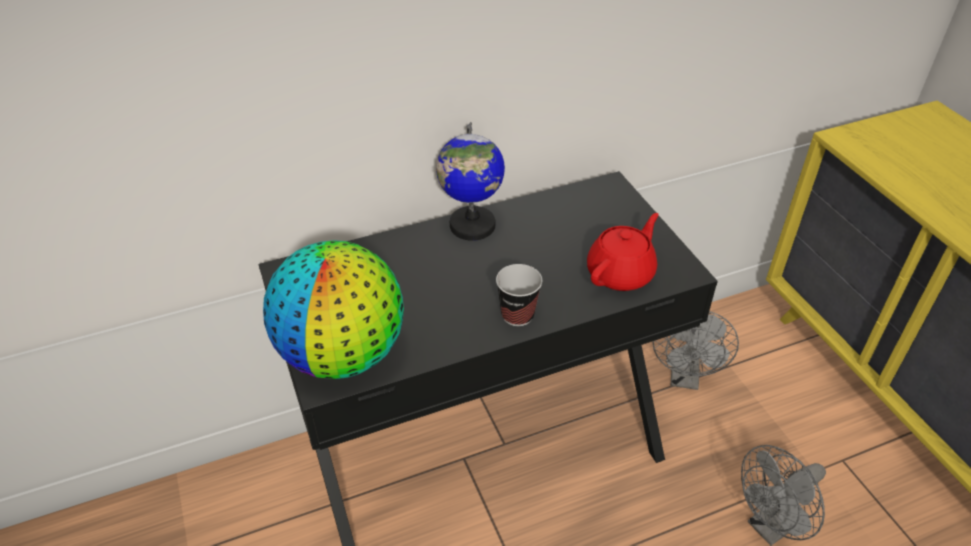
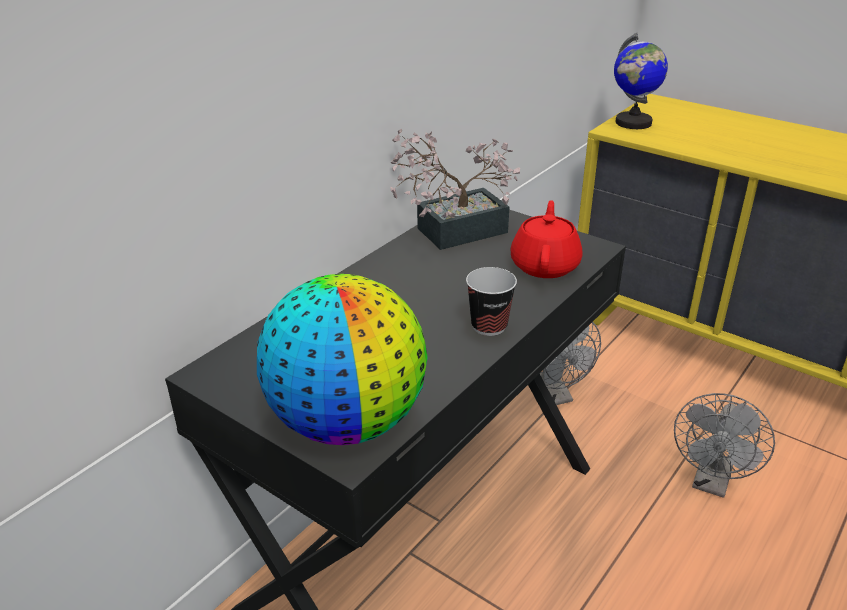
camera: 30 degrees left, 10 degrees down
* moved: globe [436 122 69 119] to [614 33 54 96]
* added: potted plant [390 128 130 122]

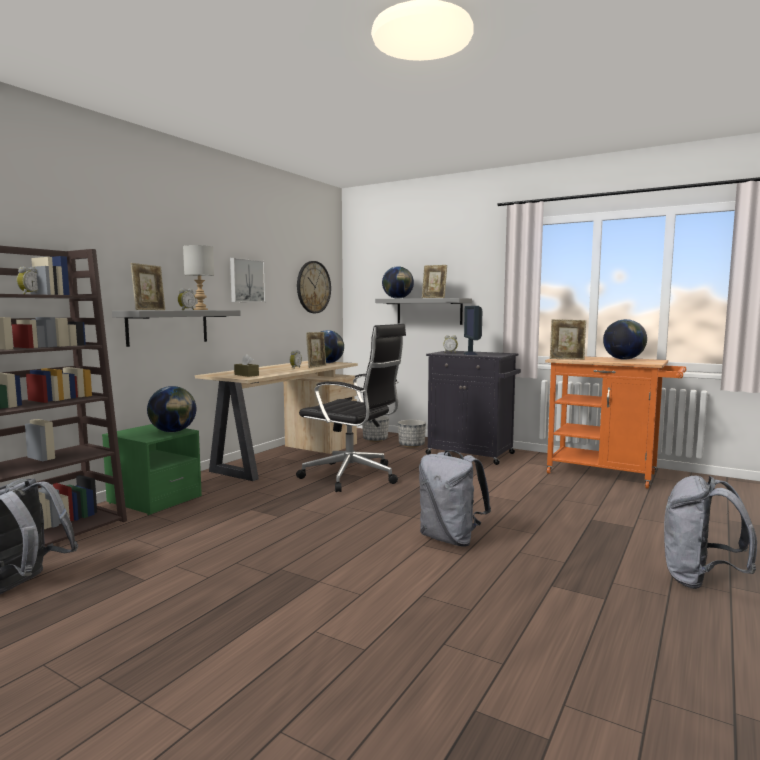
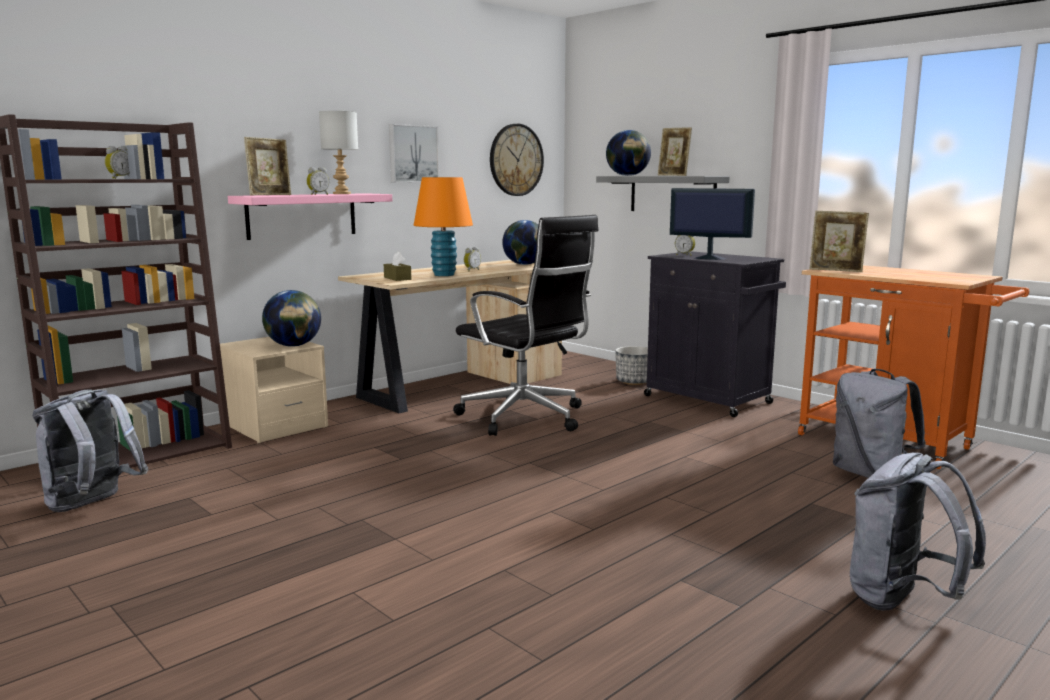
camera: 15 degrees right, 5 degrees up
* recoloured: nightstand in green [102 424 100 91] to nightstand in beige [220 337 108 106]
* recoloured: shelf in grey [112 310 129 37] to shelf in pink [228 193 164 47]
* removed: picture frame [306 332 20 36]
* removed: planter [362 416 27 26]
* moved: backpack in grey [419 450 72 97] to [833 369 93 109]
* turned: monitor [463 306 19 49] = [670 188 85 72] 105 degrees clockwise
* removed: globe [603 319 44 41]
* added: table lamp in orange [414 177 59 99]

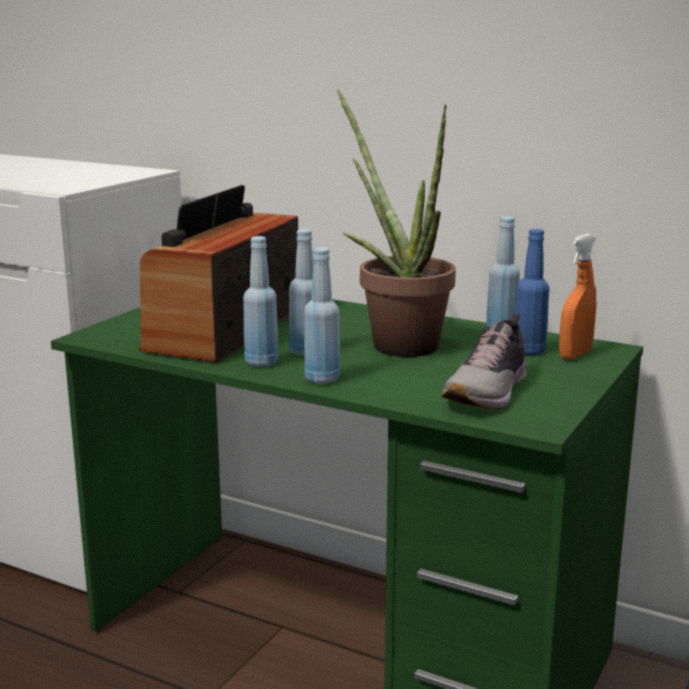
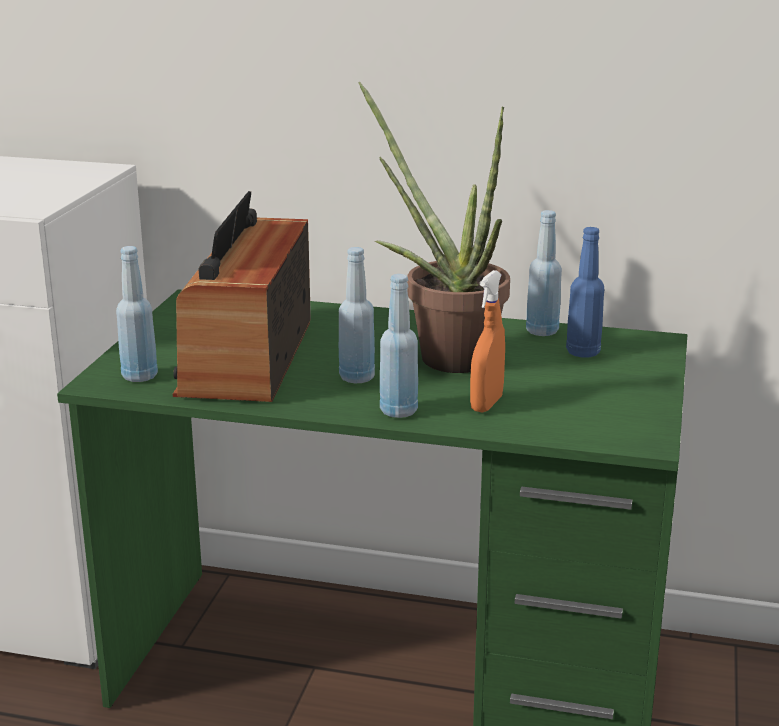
camera: 15 degrees left, 5 degrees up
* moved: bottle in blue [243 236 36 131] to [116 246 42 136]
* removed: shoe [441 314 85 96]
* moved: spray bottle in orange [559 234 37 126] to [470 270 35 143]

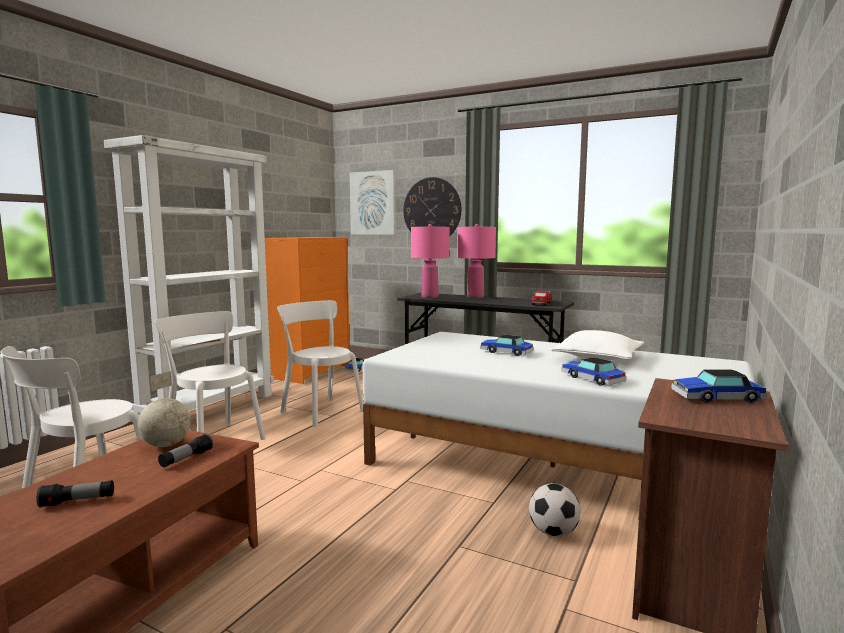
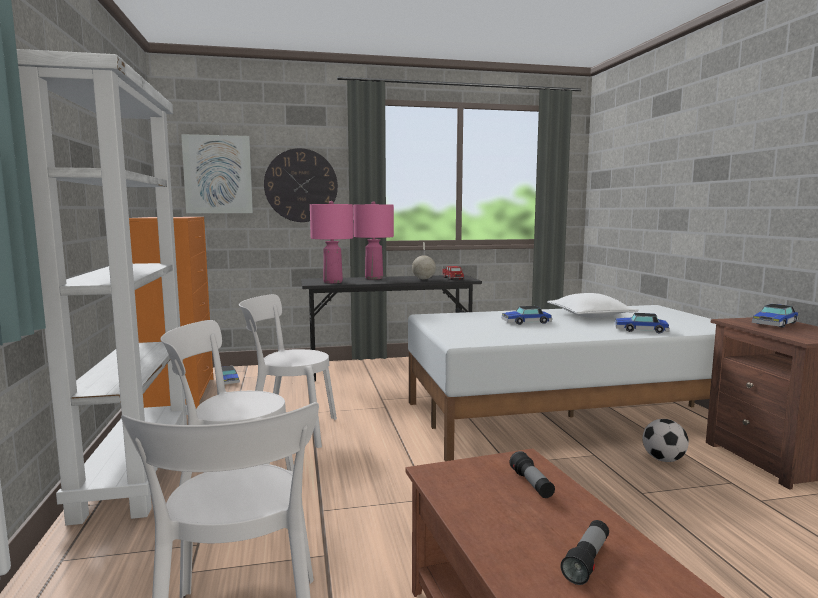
camera: 40 degrees left, 0 degrees up
* moved: globe [138 371 53 76] to [412 242 24 37]

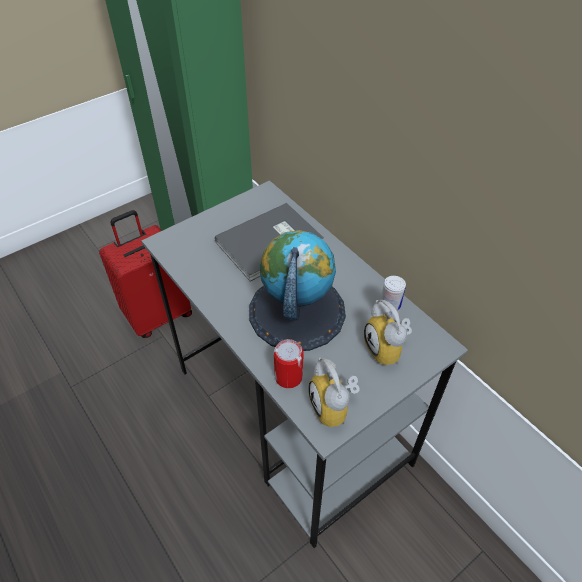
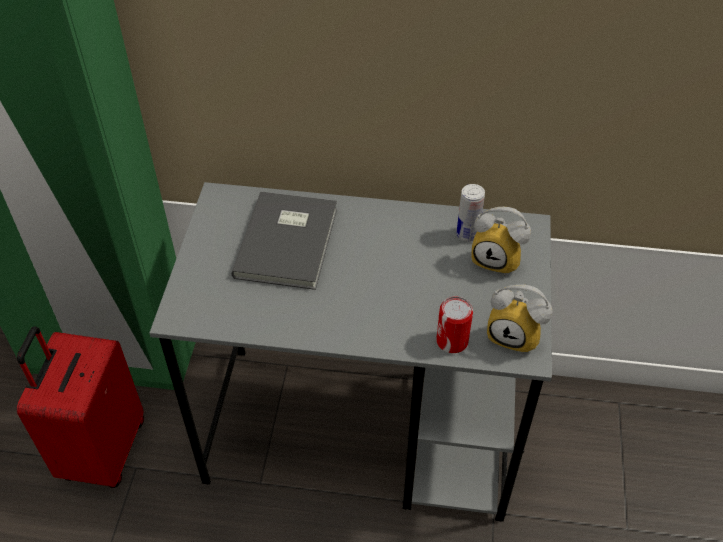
camera: 45 degrees left, 0 degrees up
* removed: globe [249 230 97 121]

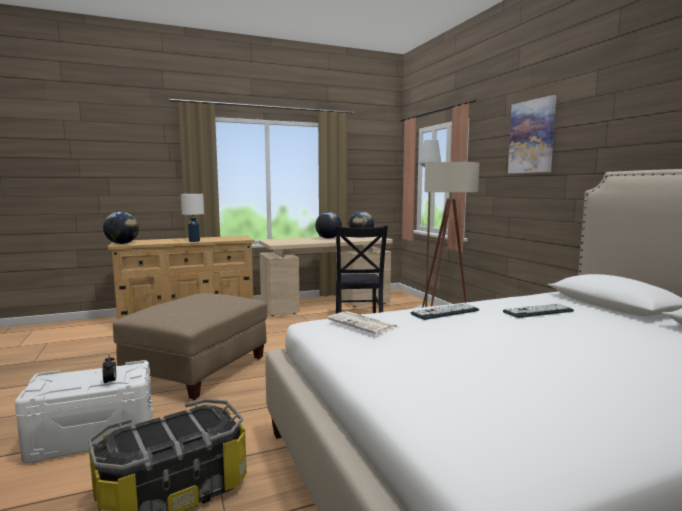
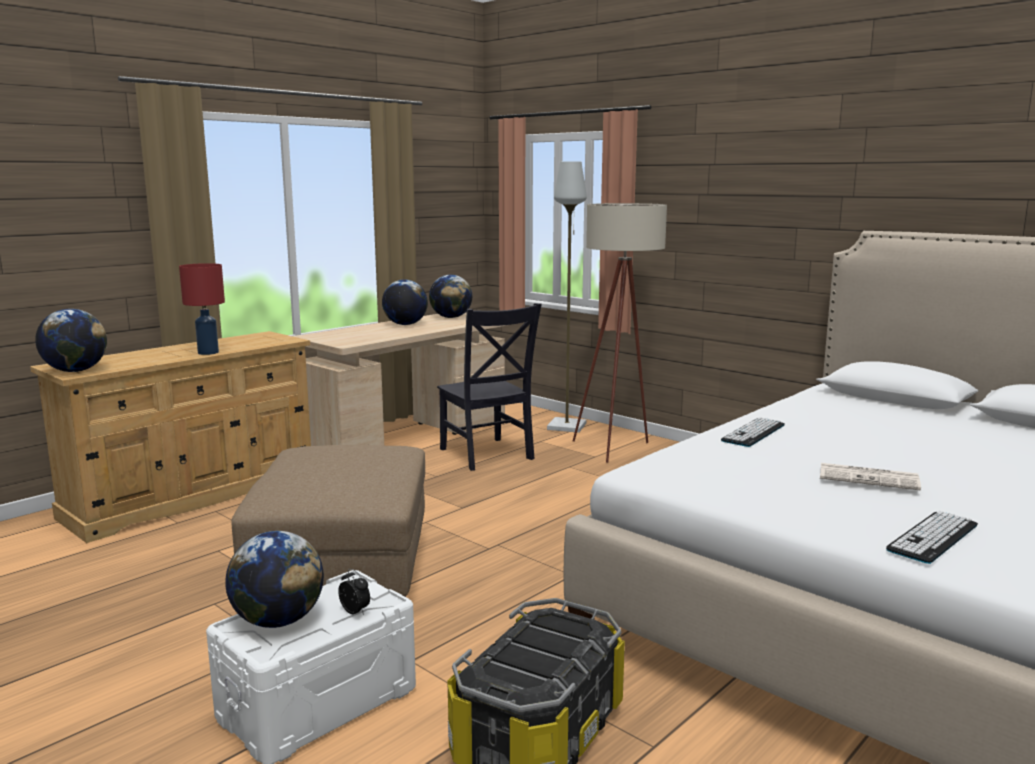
camera: 25 degrees left, 5 degrees up
* recoloured: table lamp in white [181 194 23 48] to table lamp in red [179 263 46 92]
* moved: newspaper [327 311 72 23] to [820 463 101 28]
* moved: keyboard [503 303 71 15] to [886 511 92 53]
* removed: picture [508 95 48 79]
* added: globe [225 531 99 97]

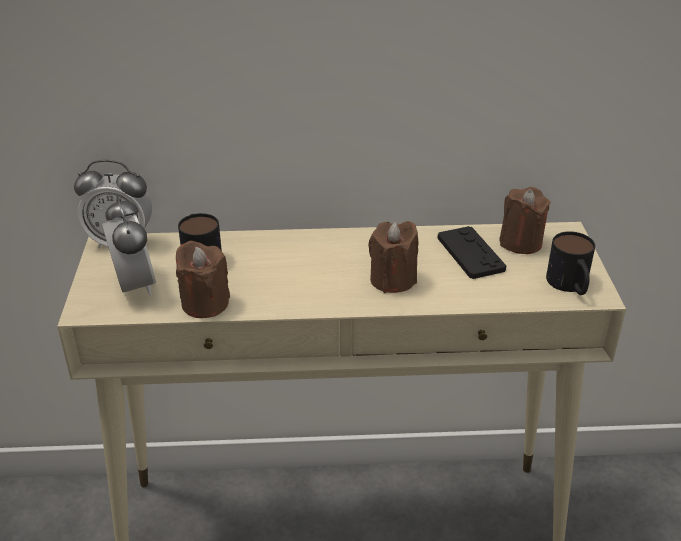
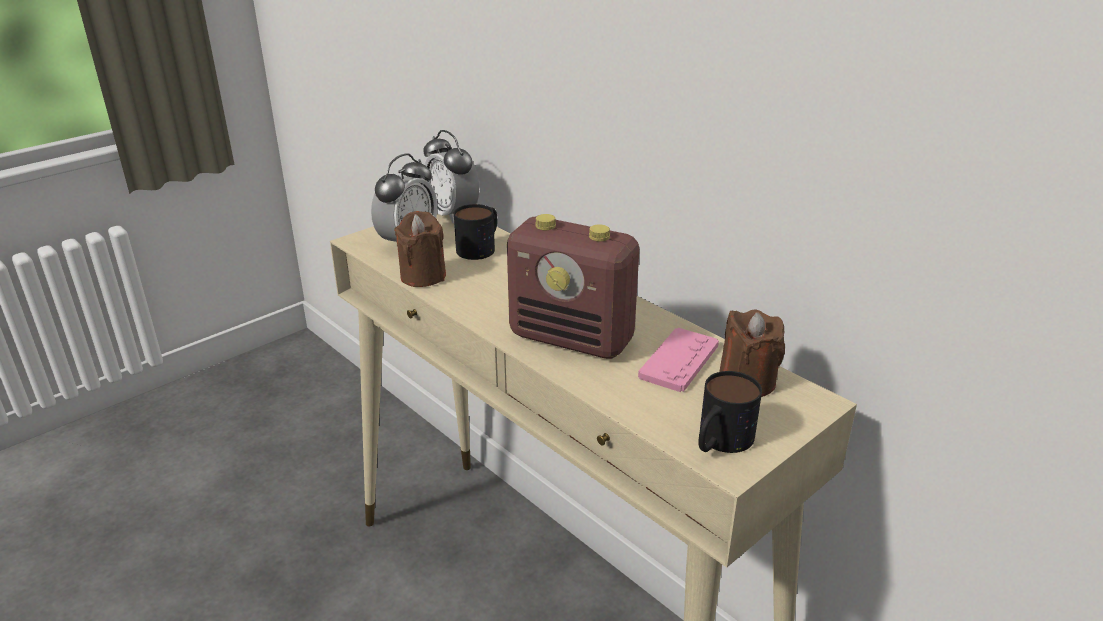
camera: 50 degrees right, 5 degrees down
* replaced: candle in brown [368 221 50 72] to radio [507 214 132 145]
* recoloured: game controller in black [437 226 69 53] to game controller in pink [638 328 81 64]

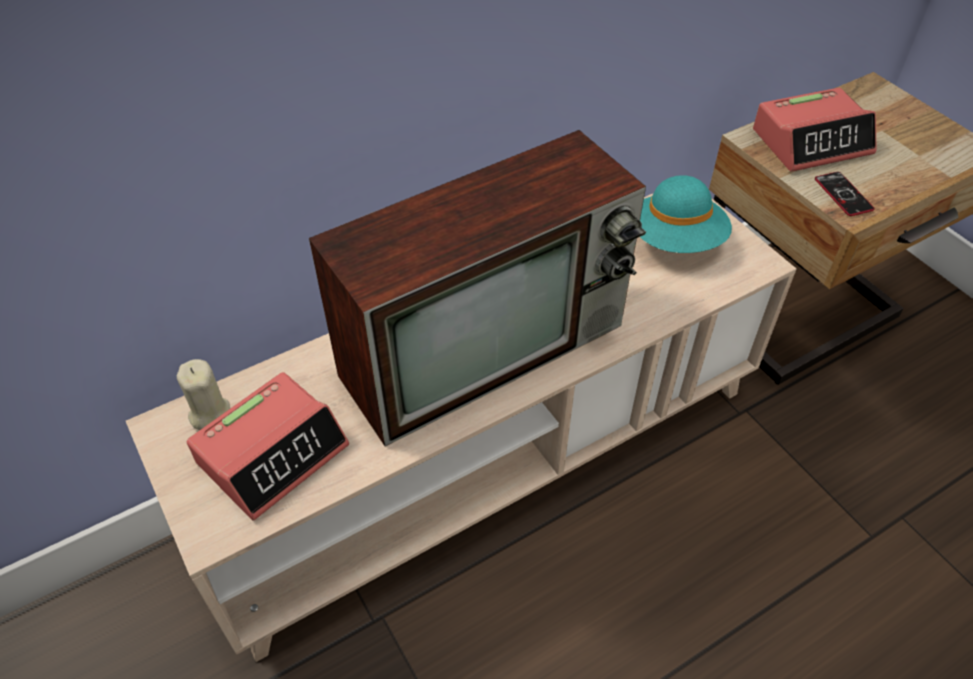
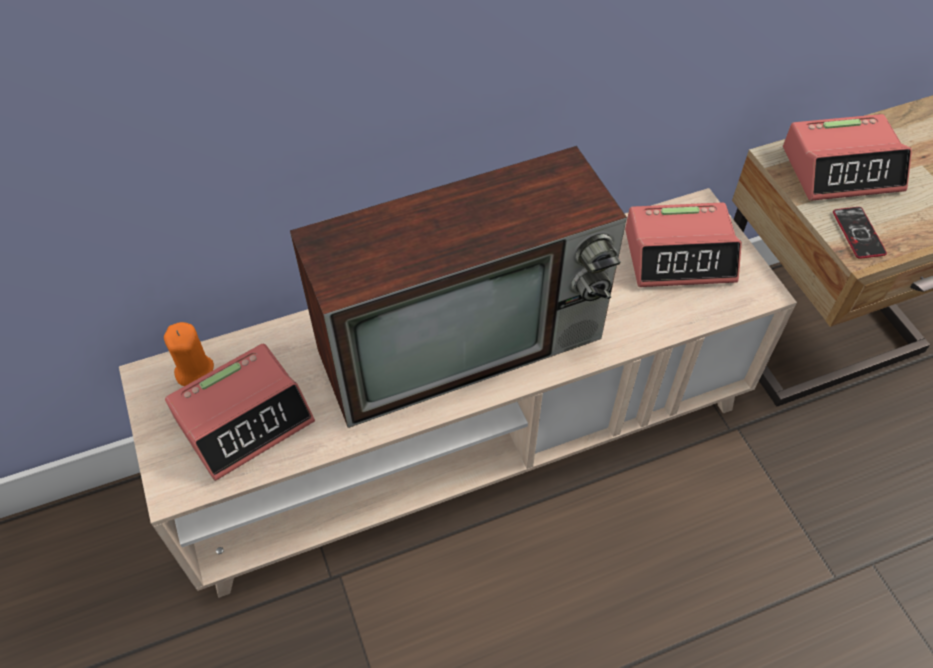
camera: 10 degrees right, 5 degrees up
* recoloured: candle in beige [177 359 53 71] to candle in orange [164 322 50 64]
* replaced: hat in turquoise [640 175 92 78] to alarm clock [625 202 117 85]

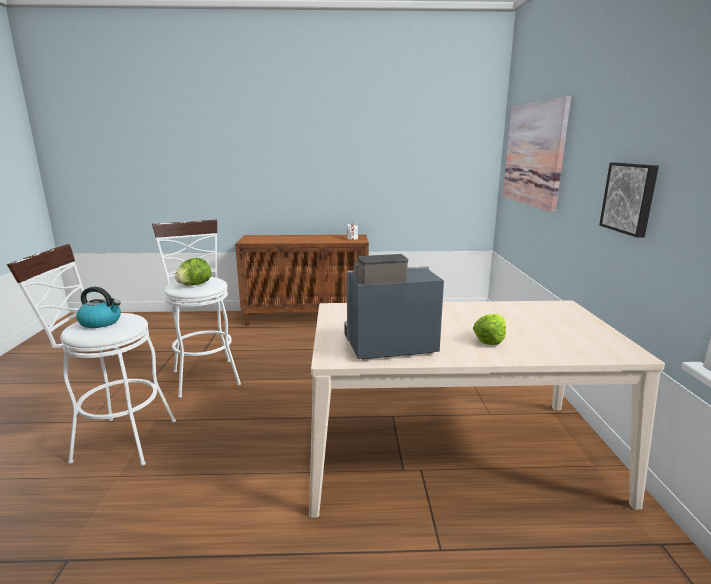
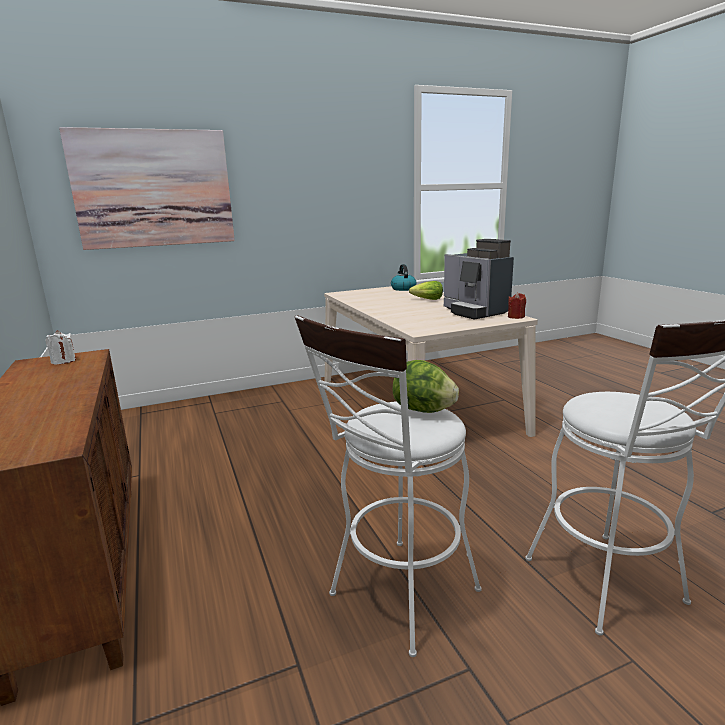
camera: 110 degrees left, 0 degrees up
* moved: kettle [76 287 45 41] to [391 264 26 27]
* removed: picture [599 163 60 74]
* added: candle in red [508 293 18 26]

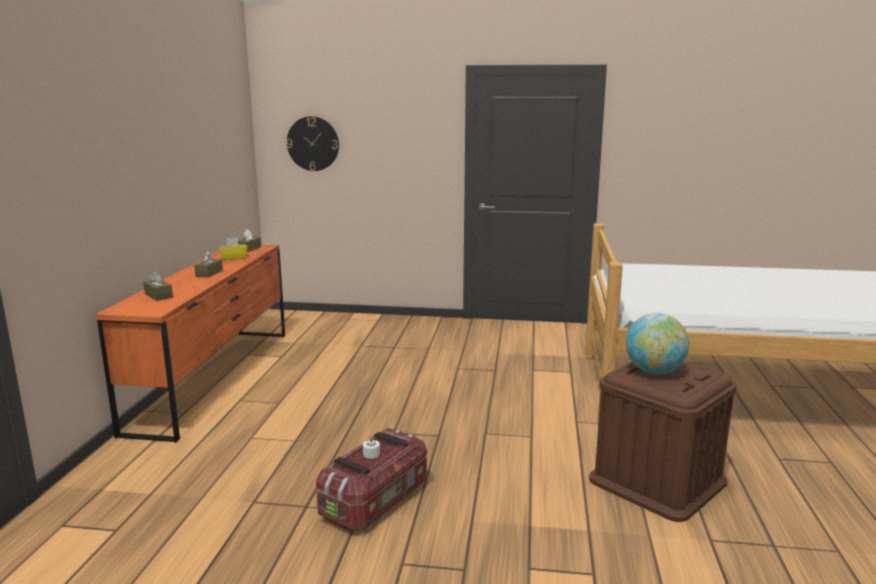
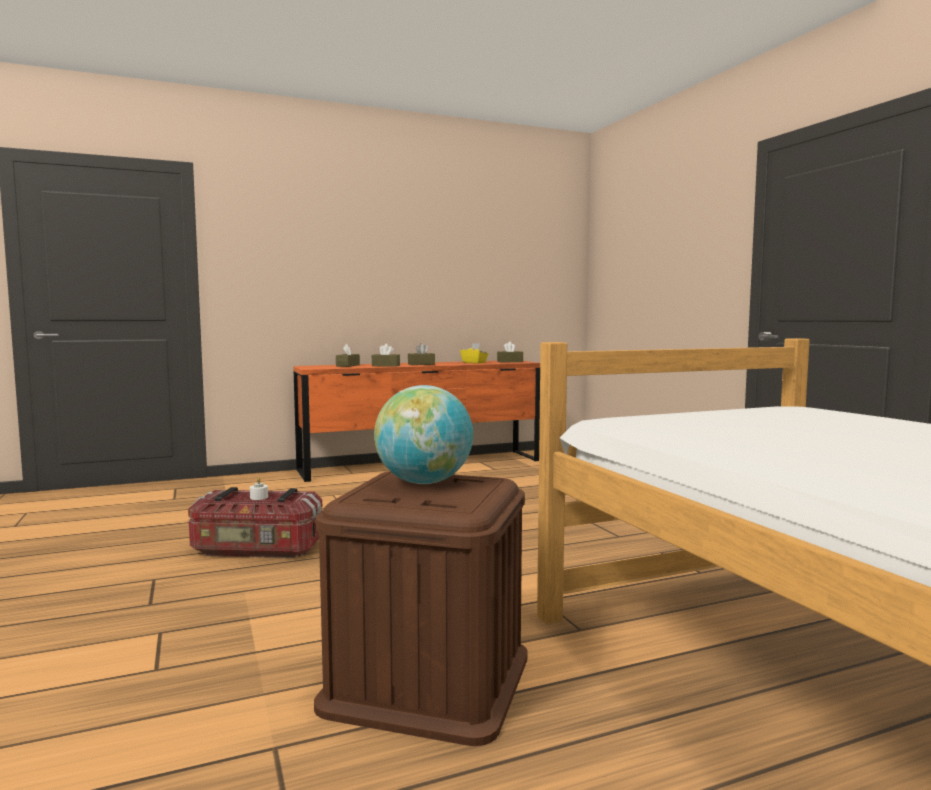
camera: 60 degrees right, 10 degrees down
* removed: wall clock [286 116 53 55]
* added: tissue box in brown [372 344 28 23]

